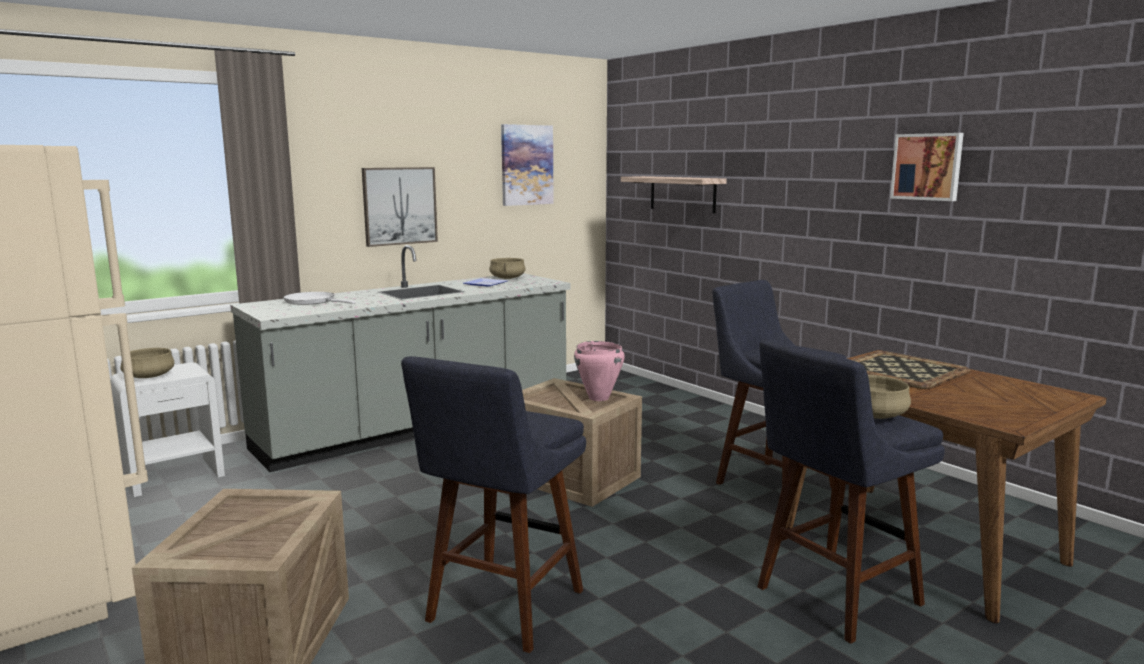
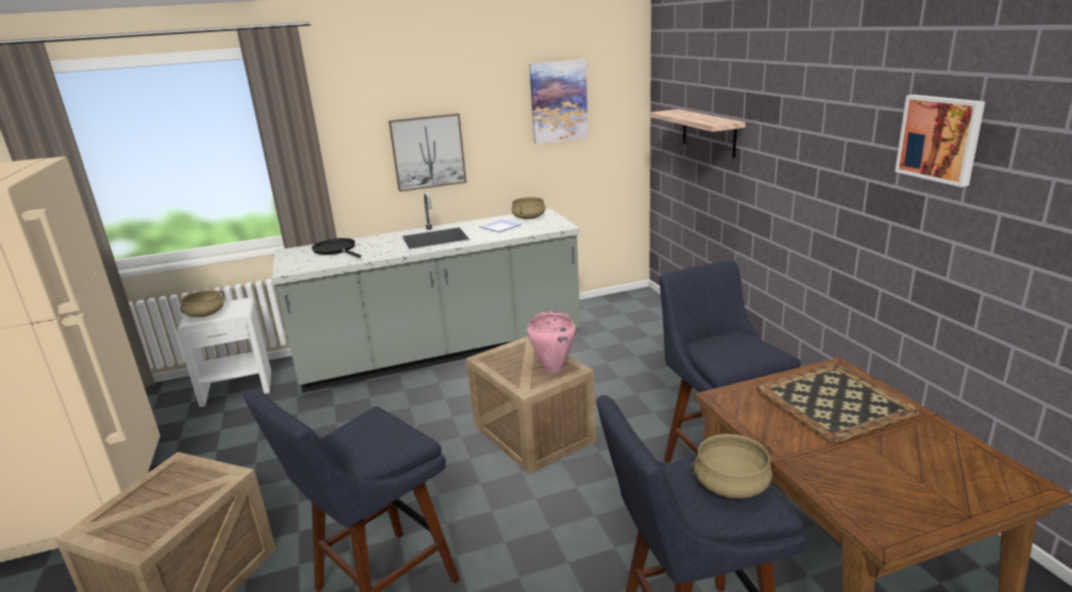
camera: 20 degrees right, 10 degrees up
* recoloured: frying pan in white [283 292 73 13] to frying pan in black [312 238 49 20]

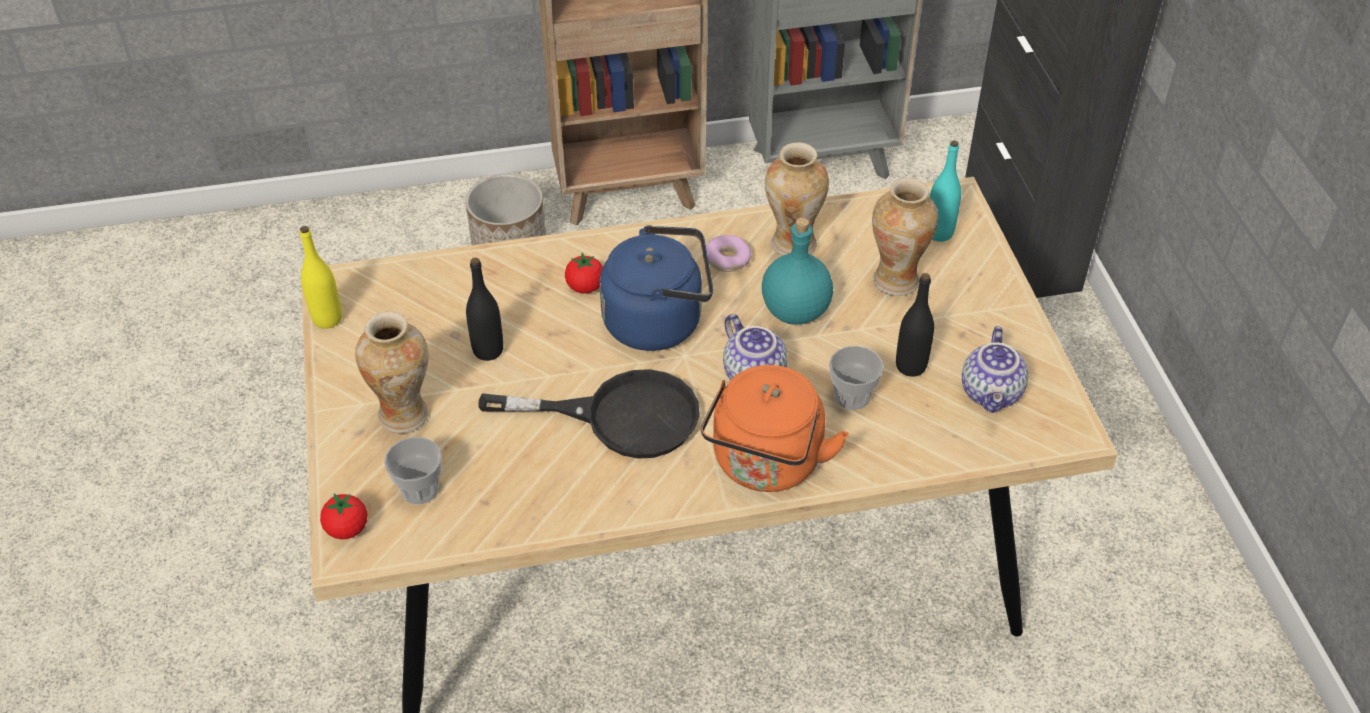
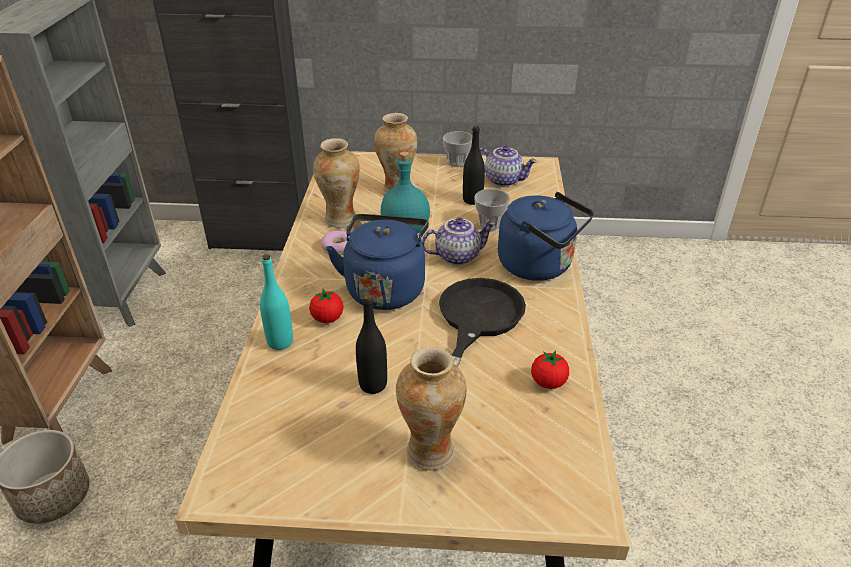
camera: 75 degrees left, 10 degrees down
* removed: bottle in yellow [300 226 42 103]
* moved: tomato [320 493 48 46] to [531 350 38 39]
* moved: cup [384 437 58 67] to [443 131 29 36]
* recoloured: kettle in orange [701 365 148 127] to kettle in blue [498 192 96 89]
* moved: bottle in turquoise [930 140 31 102] to [260 254 33 96]

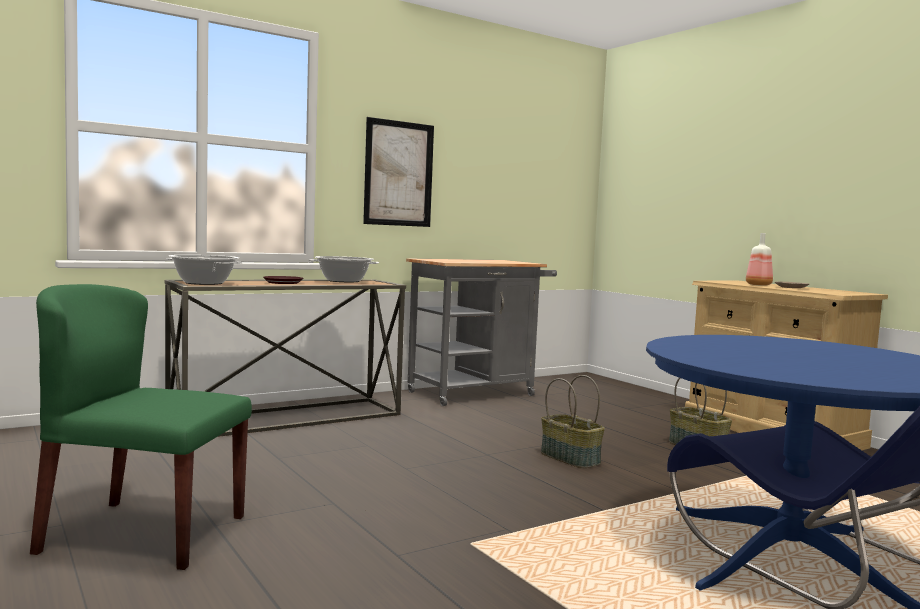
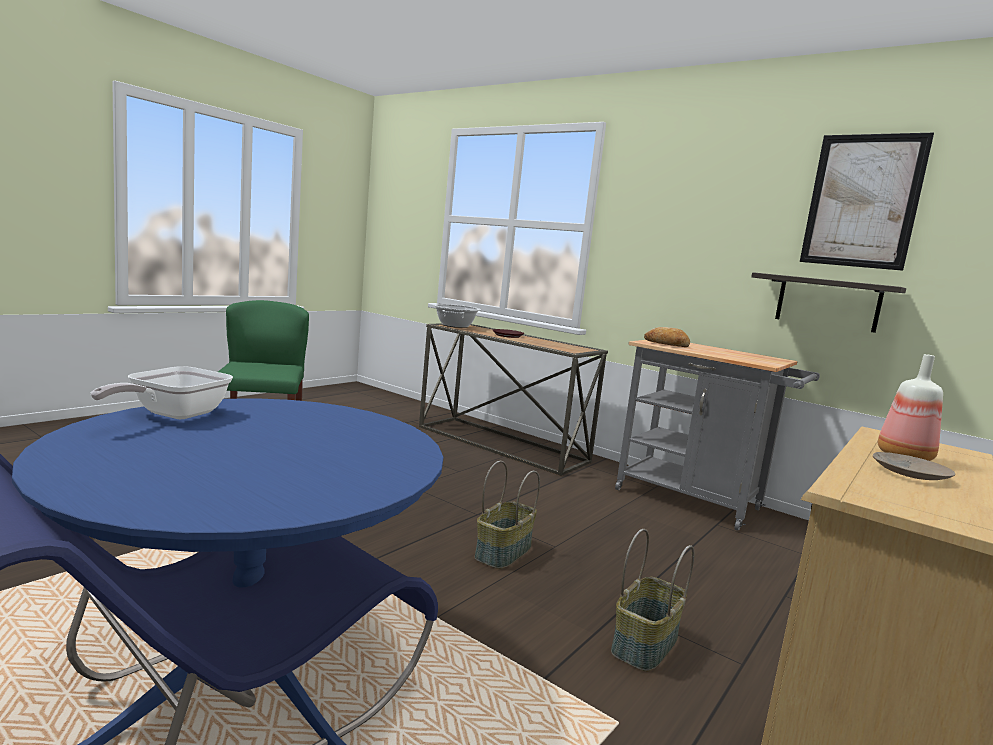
camera: 70 degrees right, 5 degrees up
* removed: cooking pot [309 256 70 26]
* moved: picture [363 117 71 110] to [800 133 134 138]
* added: frying pan [91 366 142 53]
* added: bread [644 327 46 20]
* added: shelf [751 272 155 61]

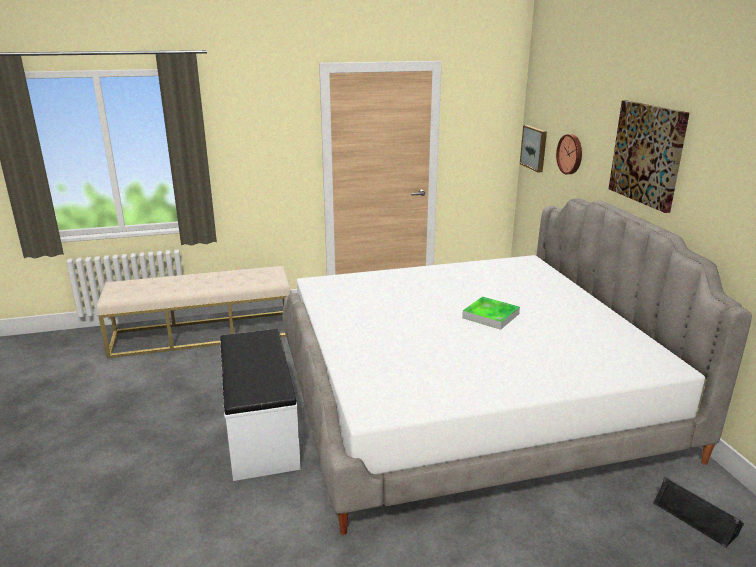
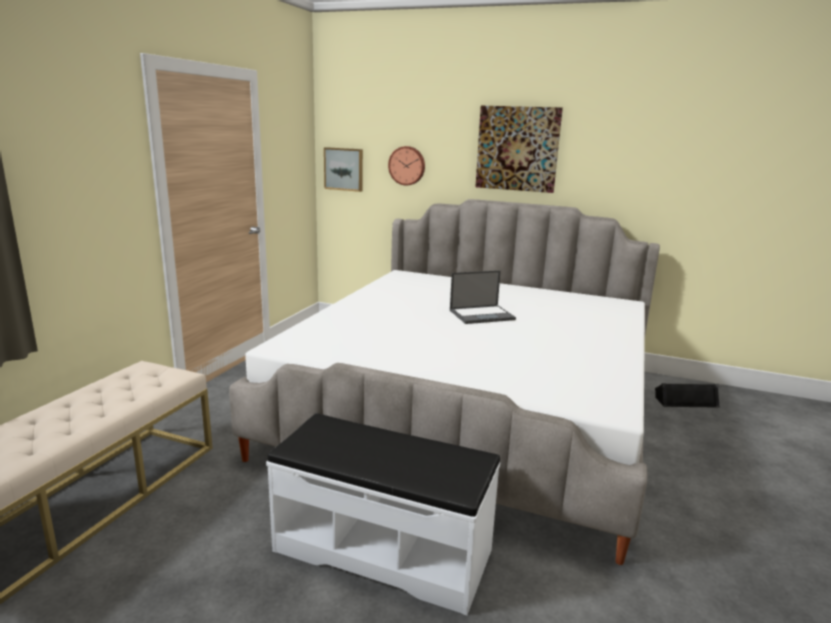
camera: 55 degrees left, 5 degrees down
* replaced: tray [462 296 58 34] to laptop [450 270 66 54]

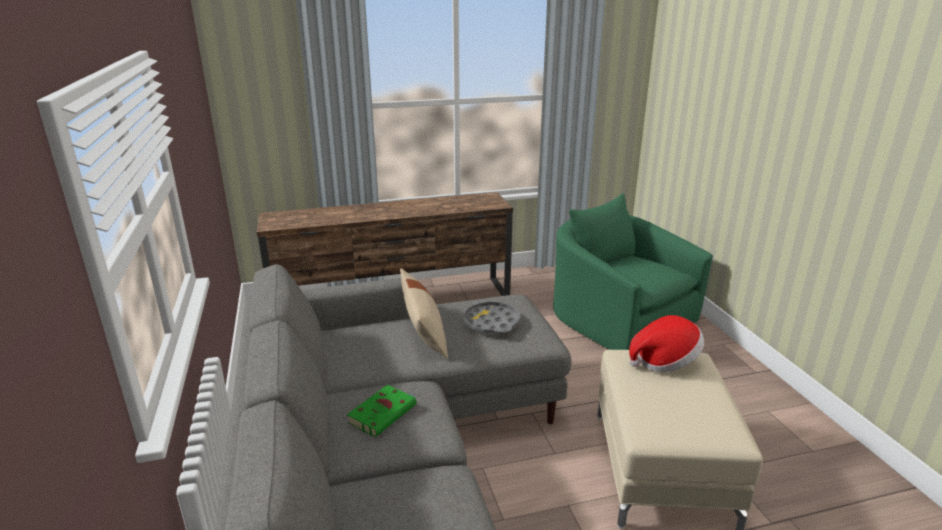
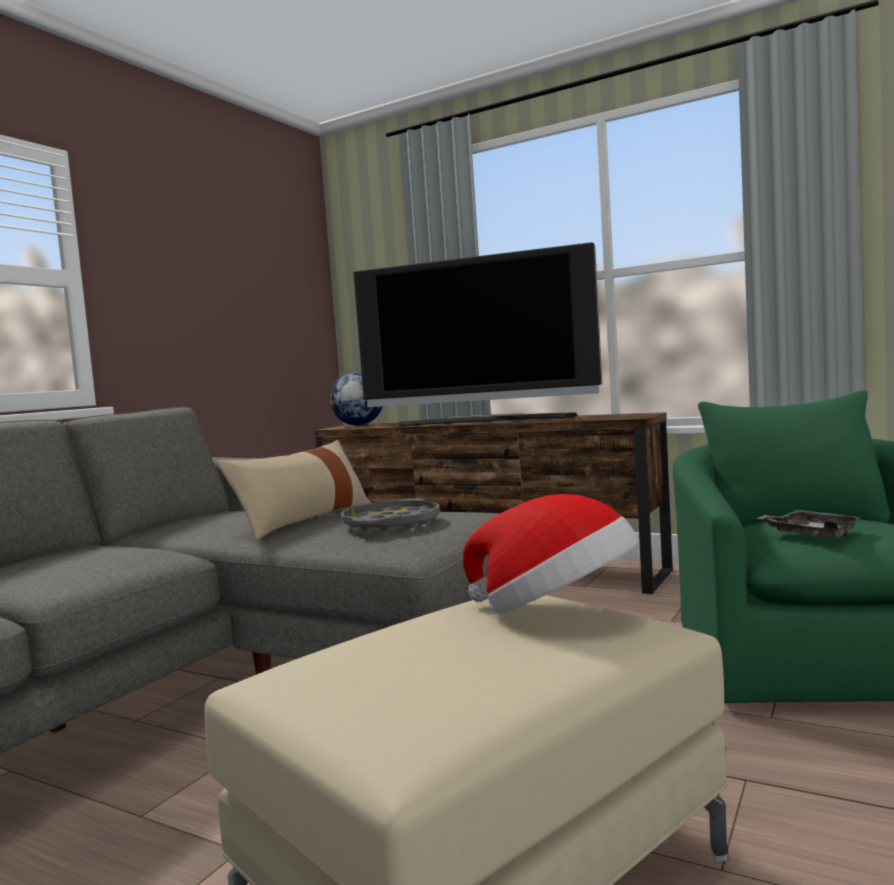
camera: 45 degrees right, 20 degrees down
* removed: book in green [347 385 70 52]
* added: globe [330 372 53 54]
* added: television [353 242 249 185]
* added: tray in grey [756 510 106 29]

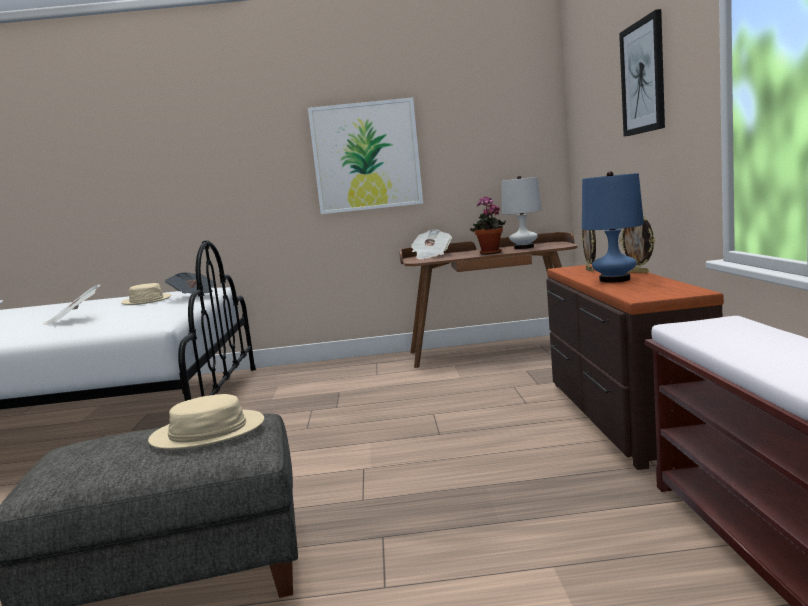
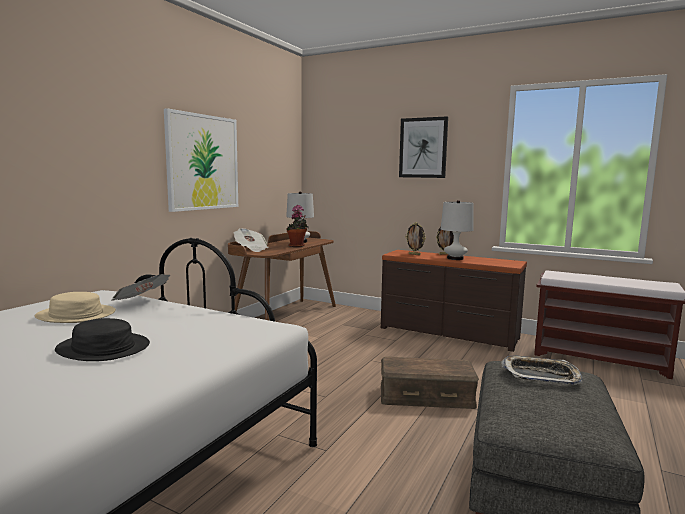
camera: 60 degrees left, 0 degrees up
* replaced: newspaper [44 284 57 41] to hat in black [55 318 95 43]
* replaced: hat in beige [148 394 116 55] to tray [501 356 82 29]
* recoloured: table lamp in blue [582 171 62 112] to table lamp in white [441 200 33 60]
* added: storage box in brown [381 357 98 52]

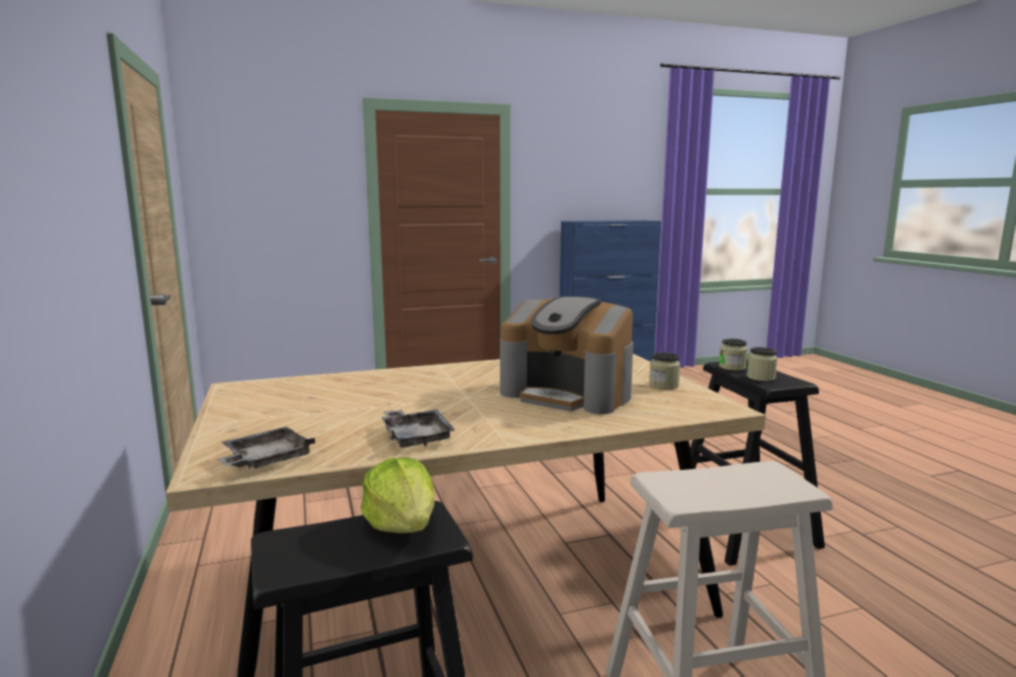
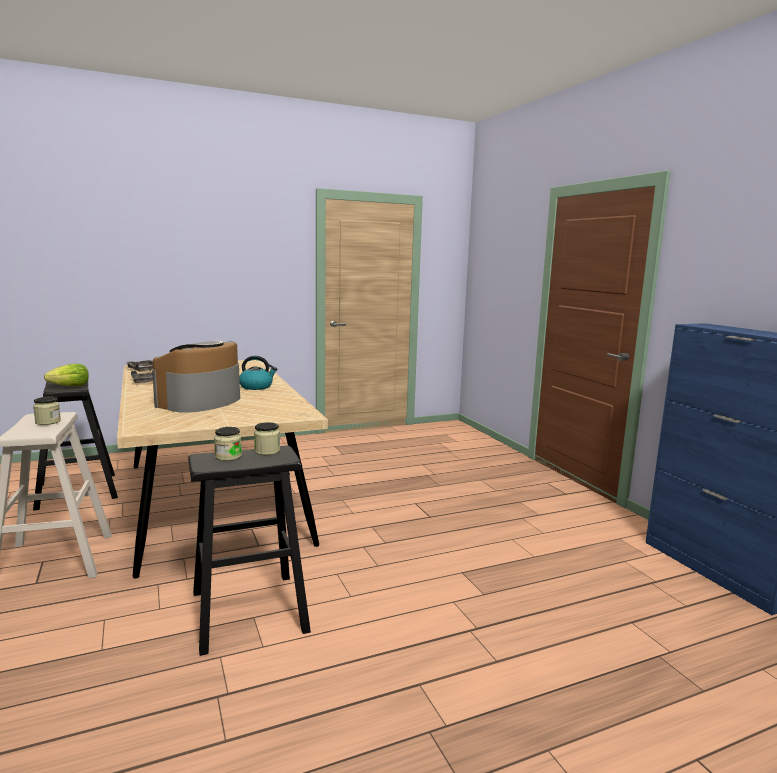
camera: 85 degrees right, 0 degrees up
* moved: jar [649 352 31 37] to [33 397 28 28]
* added: kettle [239 356 38 34]

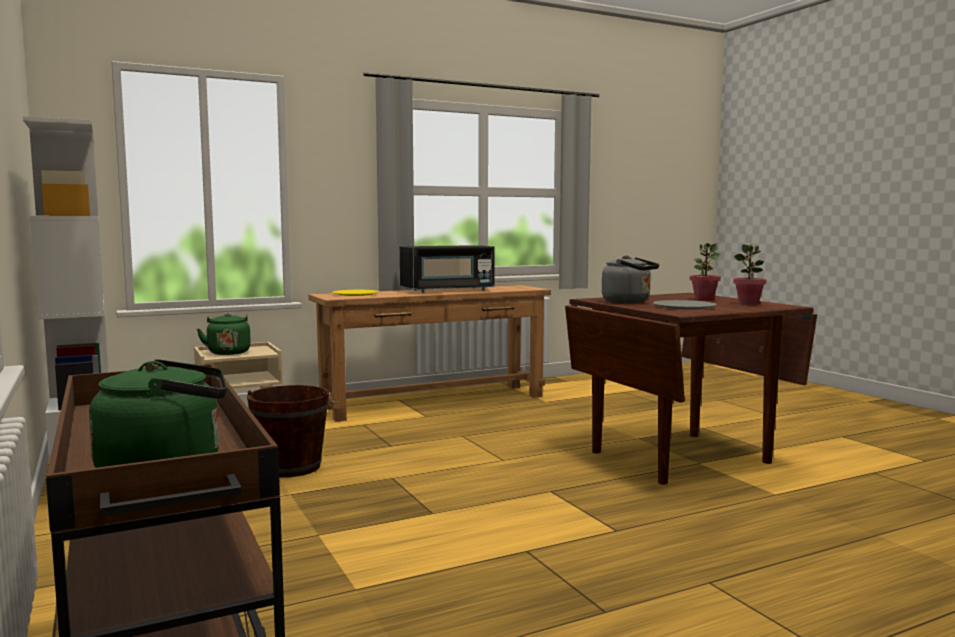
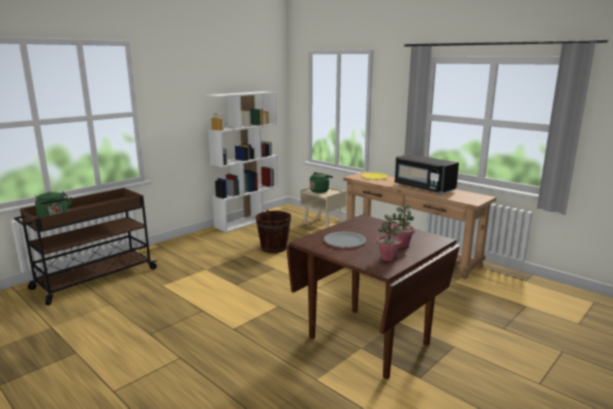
camera: 70 degrees right, 10 degrees up
* removed: kettle in grey [602 255 57 48]

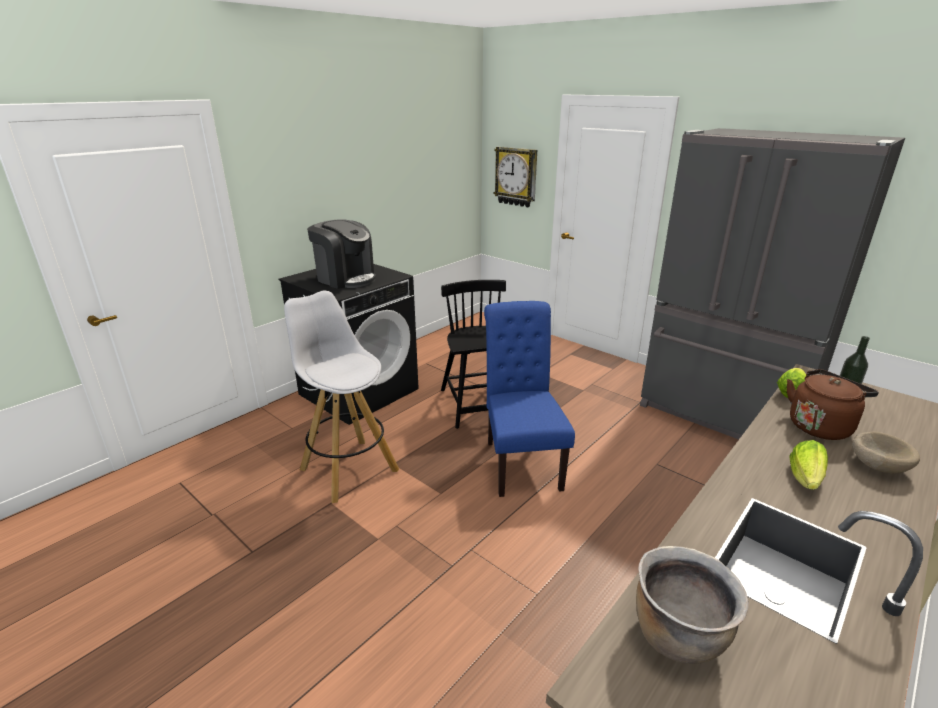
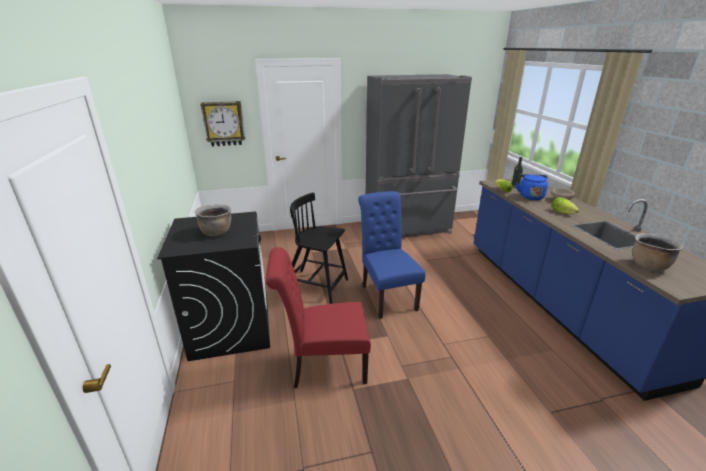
camera: 55 degrees left, 0 degrees up
* replaced: stool in white [284 290 115 213] to chair in red [266 247 105 141]
* replaced: coffee machine [307 219 69 70] to cooking pot in brown [195 204 36 32]
* turned: chair in blue [484 301 91 196] = [358 191 68 128] 45 degrees clockwise
* recoloured: kettle in brown [787 369 92 71] to kettle in blue [516 174 32 26]

